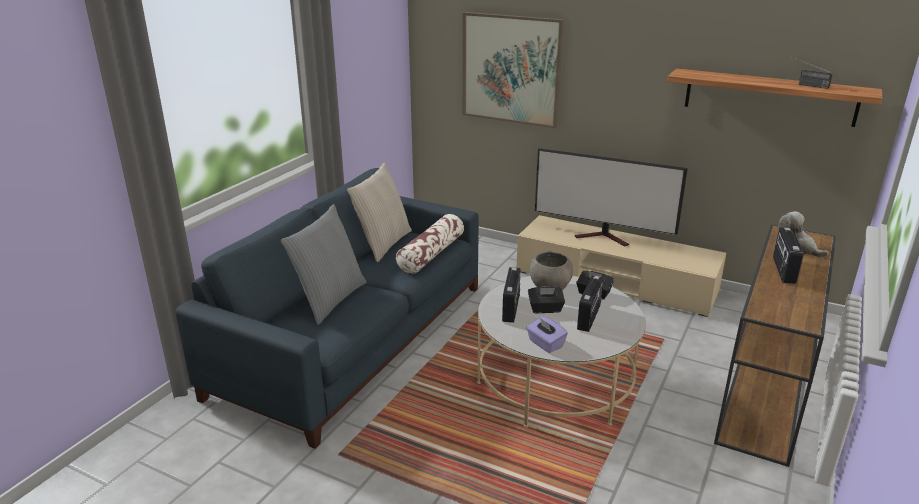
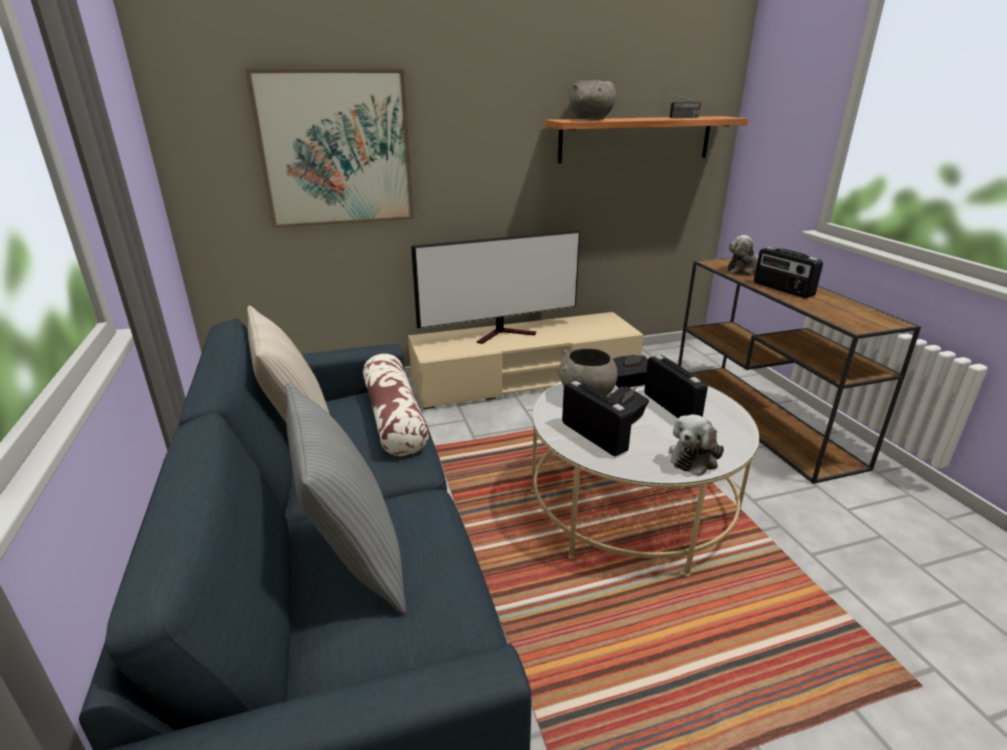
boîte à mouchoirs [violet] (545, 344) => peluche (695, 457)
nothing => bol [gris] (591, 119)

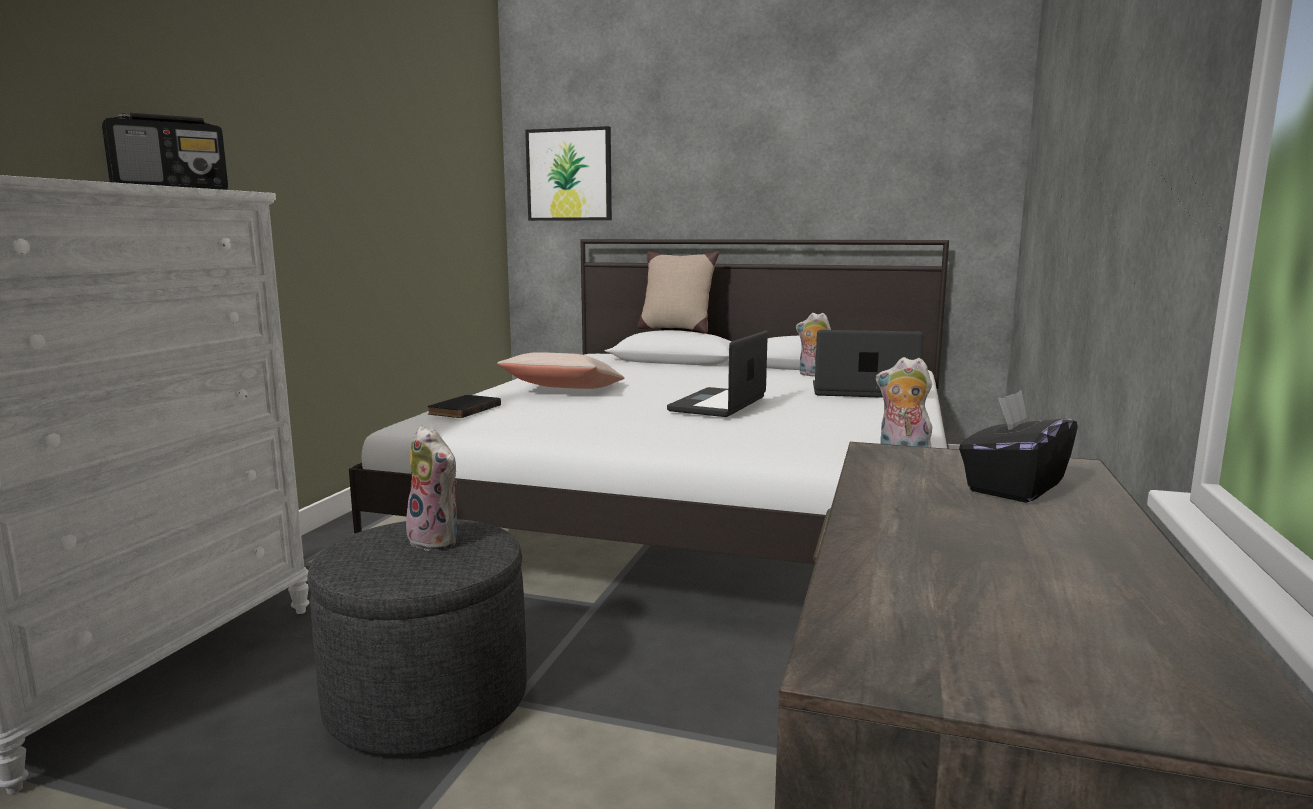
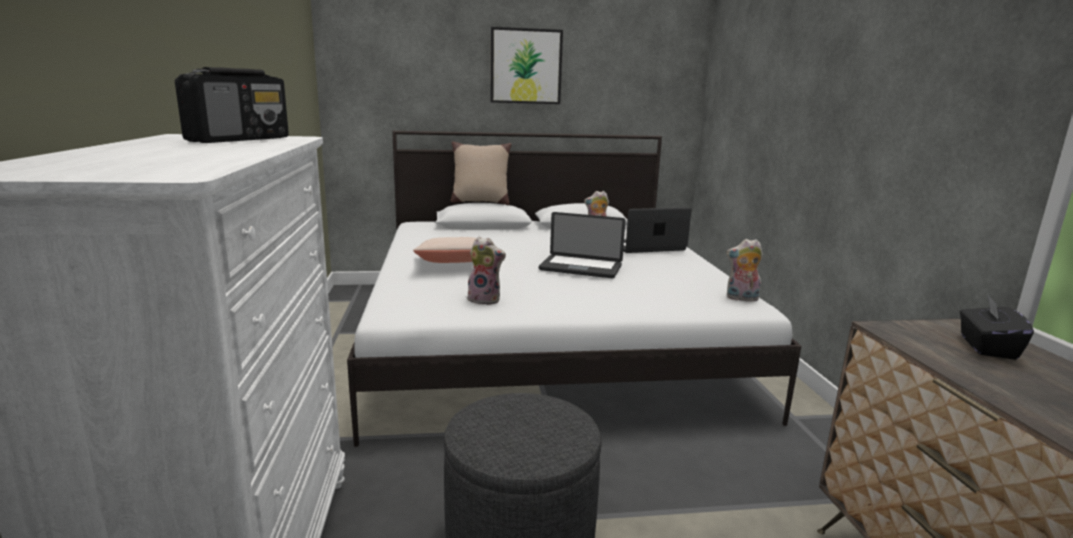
peluche (438, 540) => peluche (485, 299), relocated
livre [noir] (462, 409) => nothing
tableau (569, 175) => tableau (526, 66), relocated
ordinateur portable (718, 404) => ordinateur portable (580, 268), 75 degrees counterclockwise

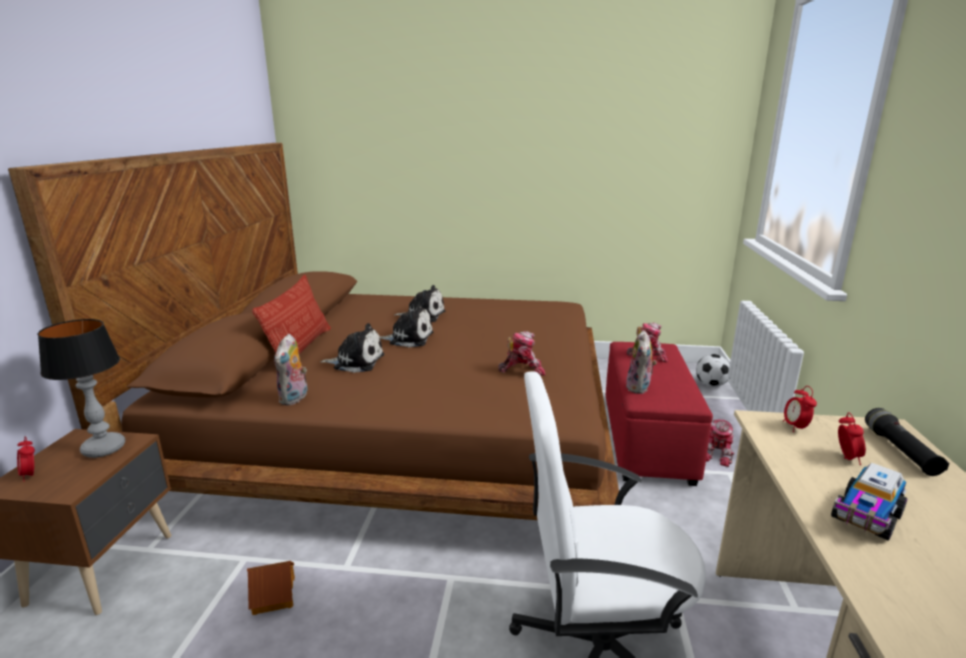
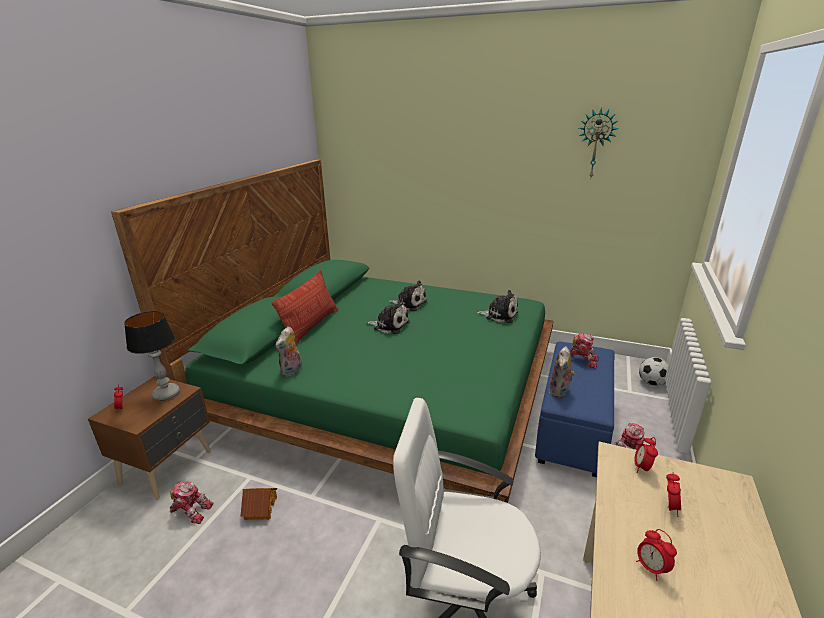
lit [marron] (406, 423) => lit [vert] (387, 386)
peluche (356, 362) => peluche (499, 315), relocated
robot jouet (522, 369) => robot jouet (191, 510), relocated
pouf [rouge] (646, 438) => pouf [bleu] (573, 426)
camion jouet (866, 517) => réveil (651, 568)
lampe de poche [noir] (900, 451) => nothing
nothing => horloge murale (595, 144)

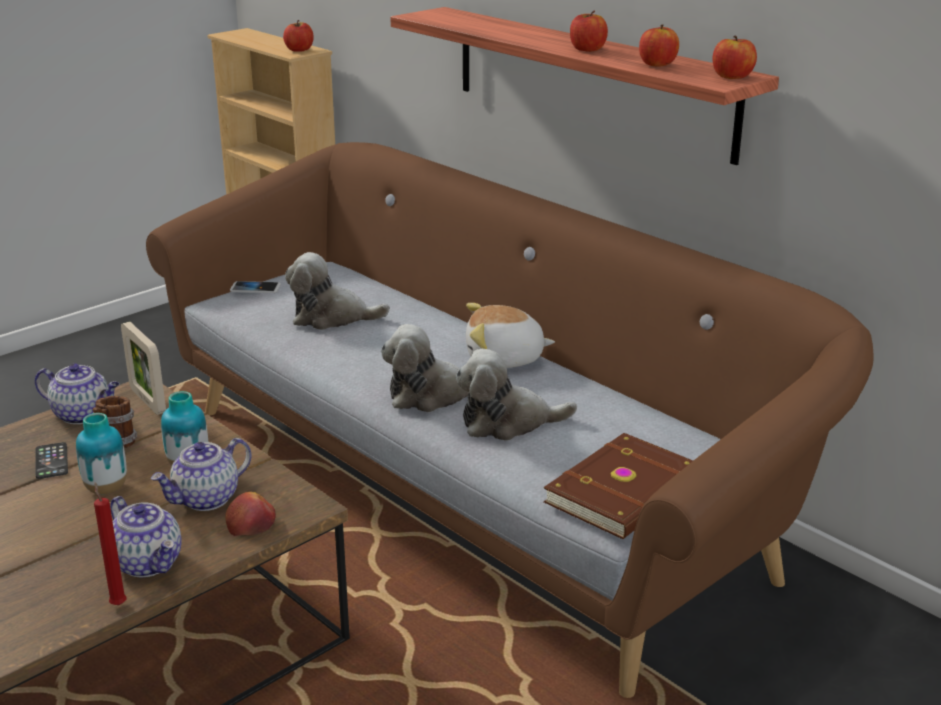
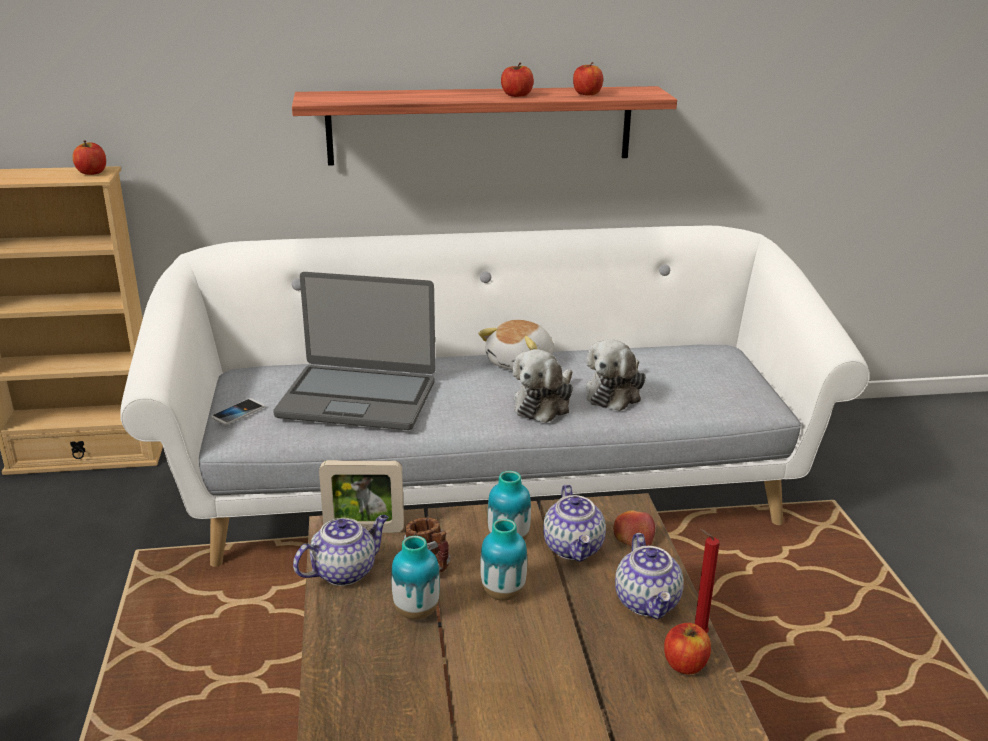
téléphone (51, 461) => vase (416, 611)
théière (149, 563) => théière (648, 602), 90 degrees clockwise
canapé [marron] (470, 485) => canapé [blanc] (492, 484)
peluche (331, 317) => ordinateur portable (358, 398)
livre [marron] (627, 492) => nothing
pomme (732, 77) => pomme (685, 664), relocated

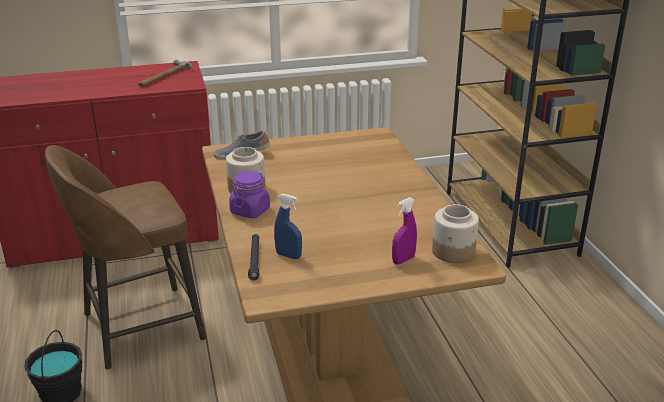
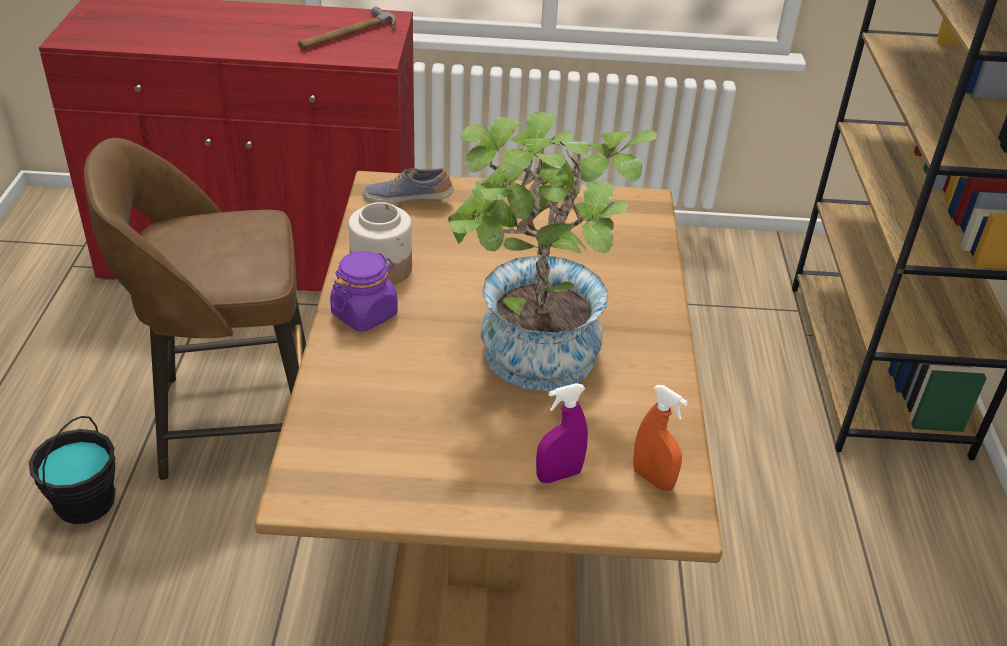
lampe de poche [noir] (254, 260) => nothing
vaporisateur [bleu] (288, 255) => nothing
bocal (453, 252) => vaporisateur [orange] (652, 479)
nothing => plante en pot (530, 363)

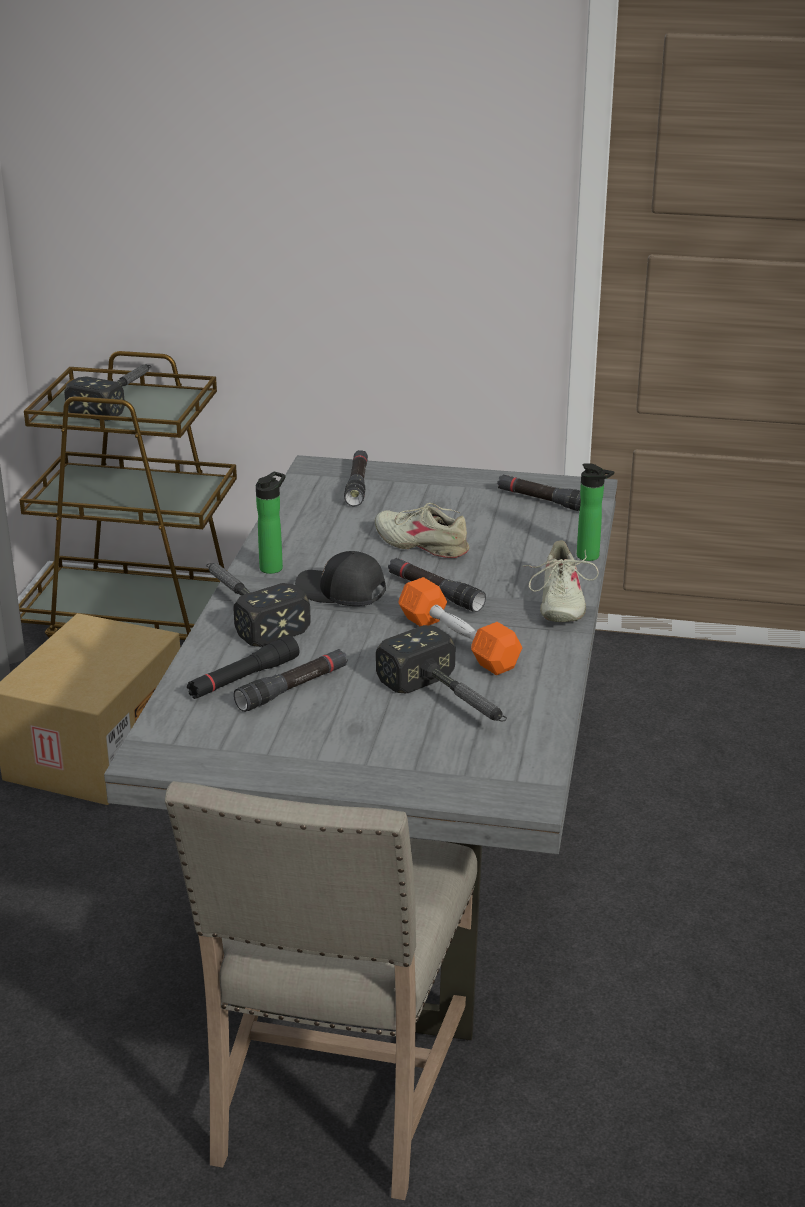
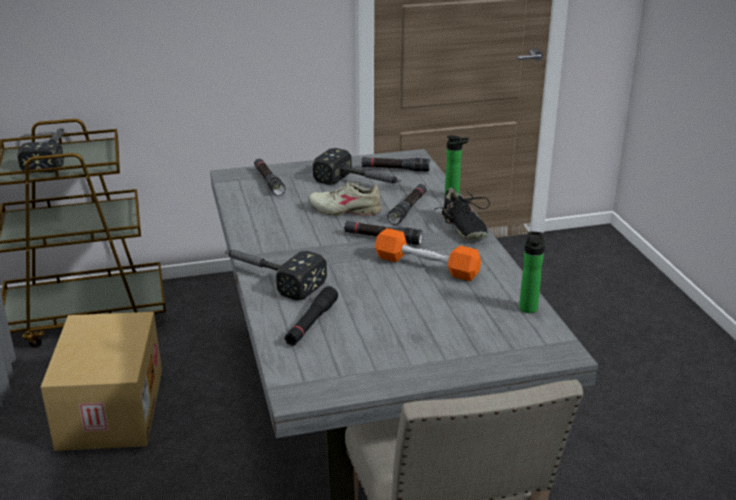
lampe de poche [noir] (293, 688) => lampe de poche [noir] (408, 209), relocated
bouteille (273, 567) => bouteille (528, 306), relocated
casquette [noir] (341, 592) => nothing
marteau (451, 703) => marteau (360, 183), relocated
chaussure [beige] (559, 603) => chaussure [noir] (463, 228)

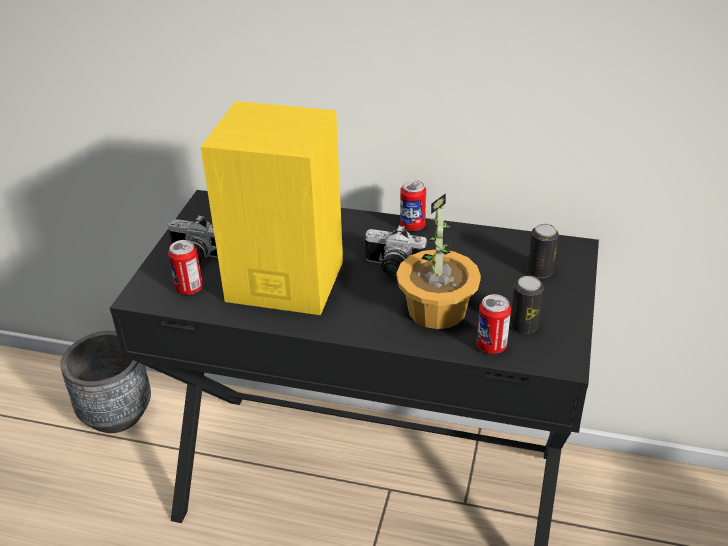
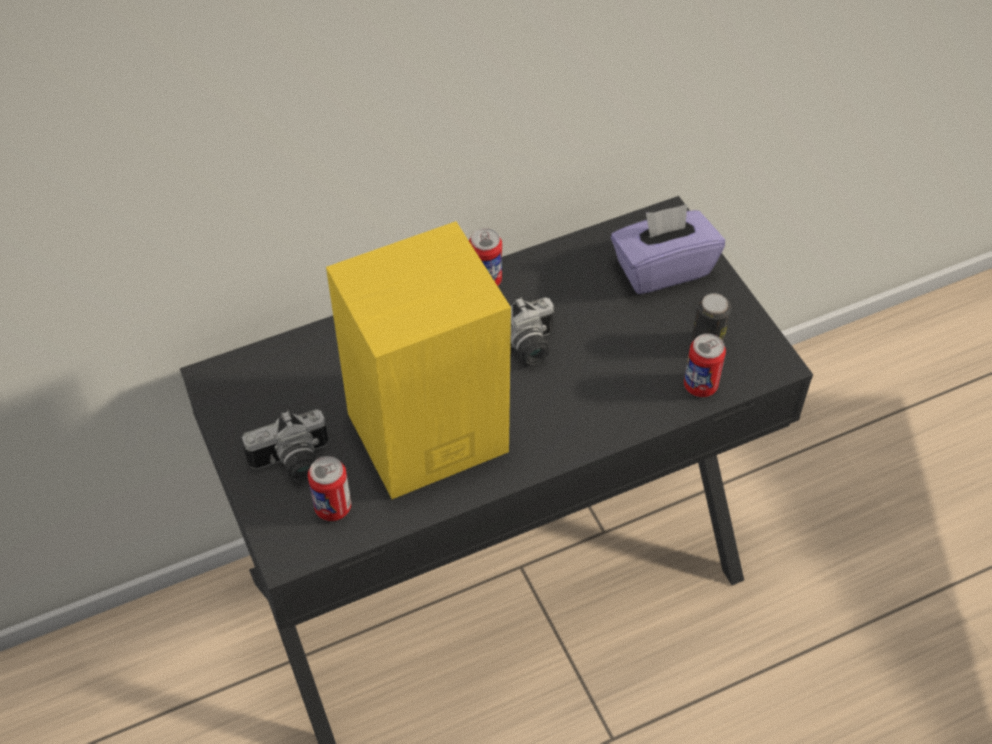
cache-pot [gris] (117, 413) => nothing
plante en pot (438, 309) => nothing
boîte métallique (540, 271) => boîte à mouchoirs [violet] (662, 268)

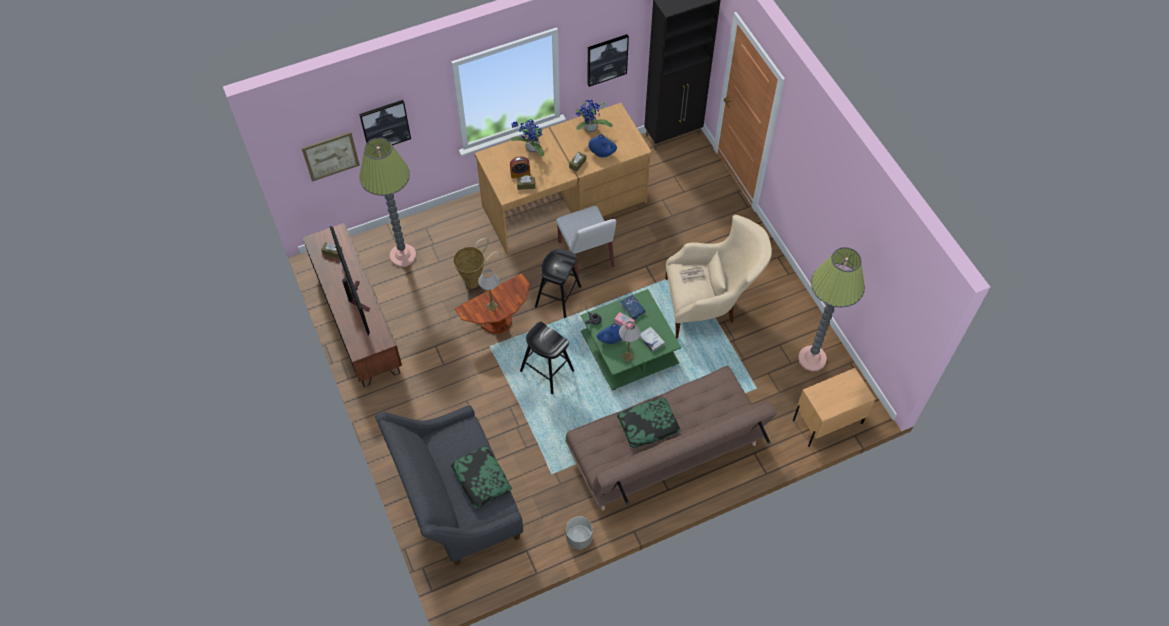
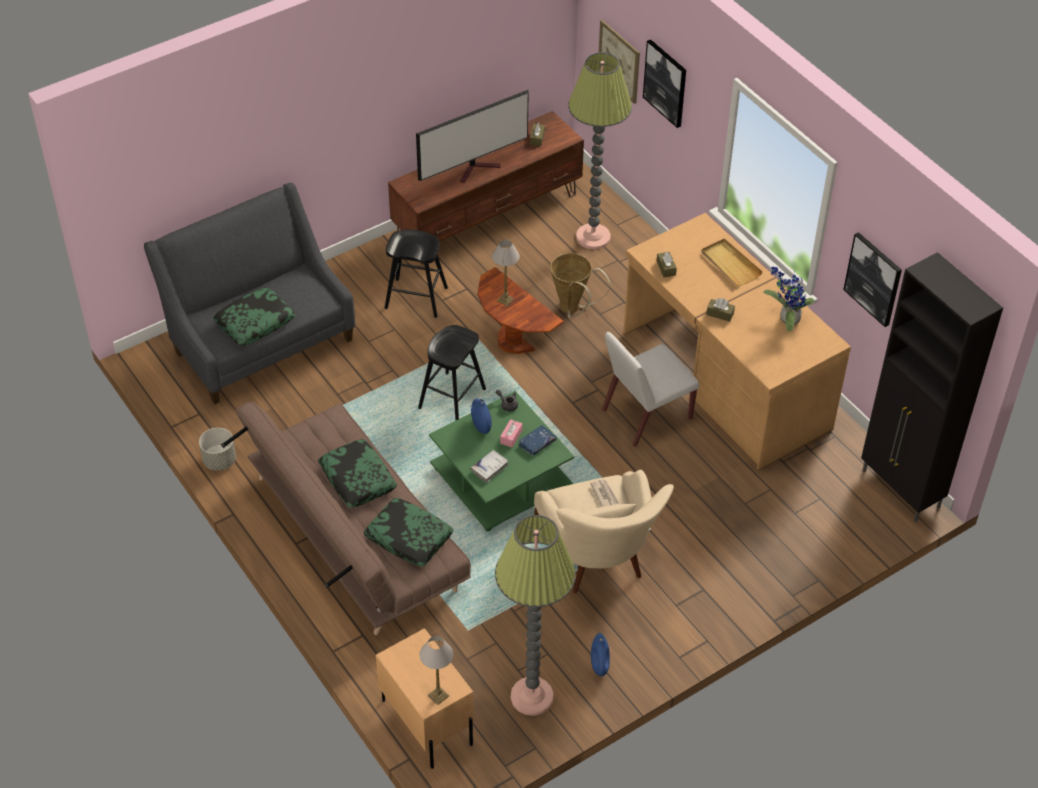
plante en pot (531, 148) => plateau [beige] (730, 264)
réveil (520, 173) => nothing
tabouret [noir] (558, 296) => tabouret [noir] (416, 298), relocated
vase [bleu] (602, 154) => vase [bleu] (599, 665), relocated
lampe de table (627, 356) => lampe de table (438, 695), relocated
nothing => coussin (408, 537)

